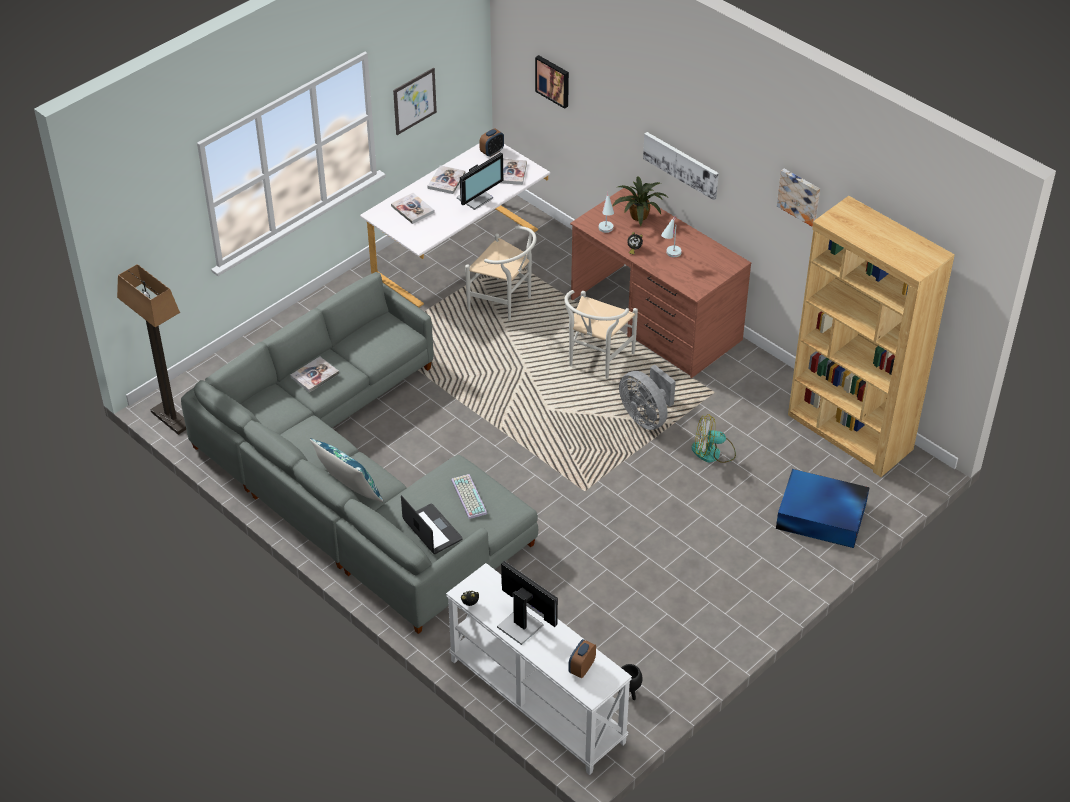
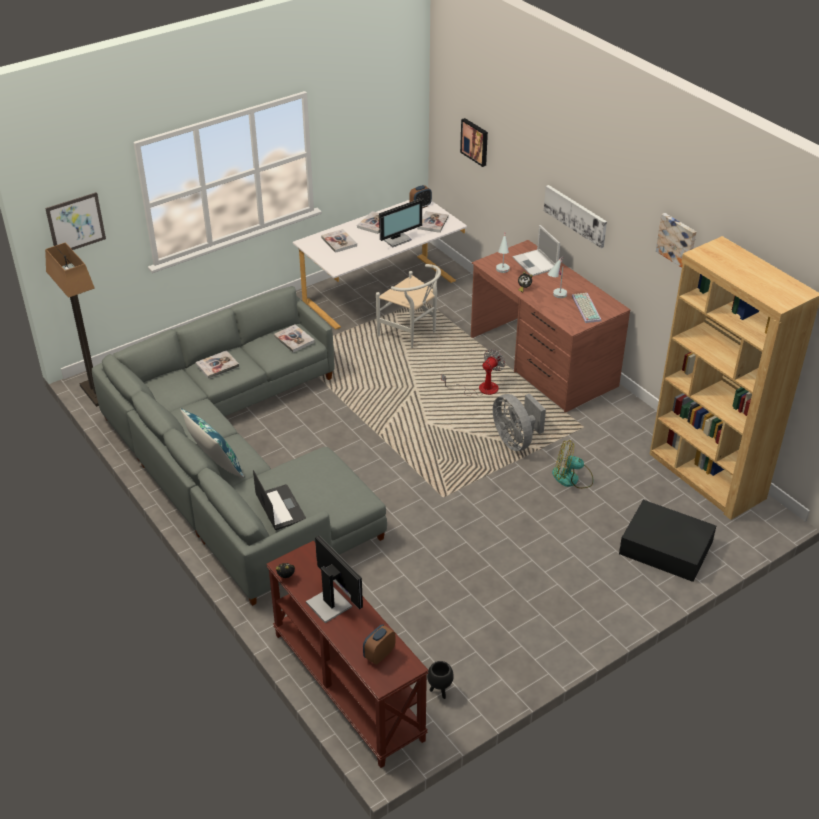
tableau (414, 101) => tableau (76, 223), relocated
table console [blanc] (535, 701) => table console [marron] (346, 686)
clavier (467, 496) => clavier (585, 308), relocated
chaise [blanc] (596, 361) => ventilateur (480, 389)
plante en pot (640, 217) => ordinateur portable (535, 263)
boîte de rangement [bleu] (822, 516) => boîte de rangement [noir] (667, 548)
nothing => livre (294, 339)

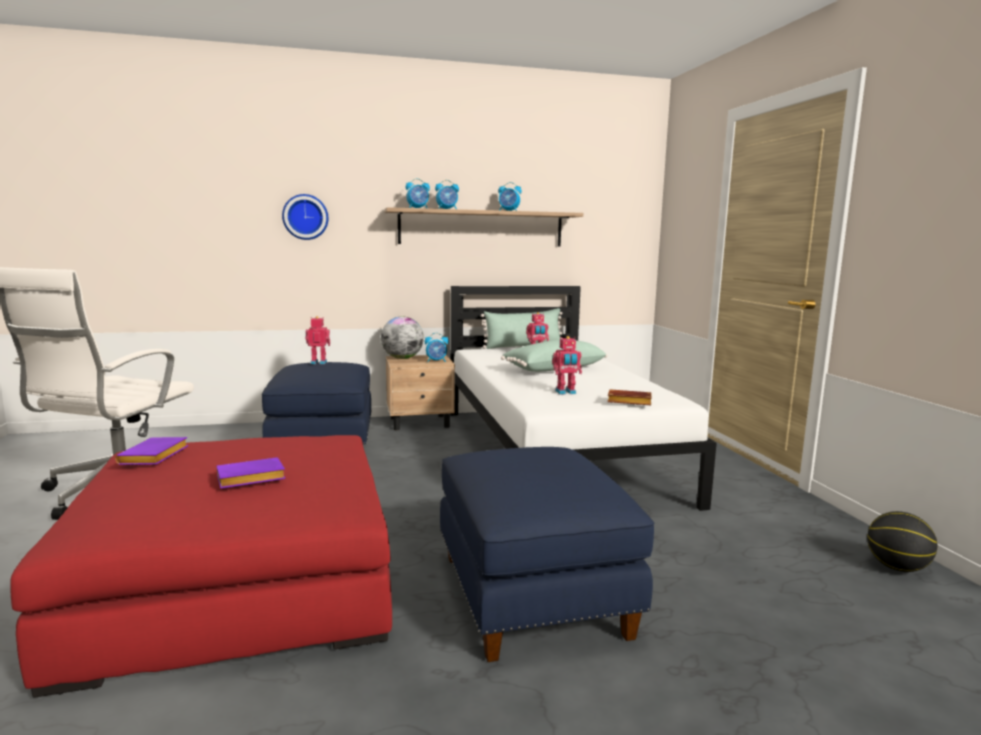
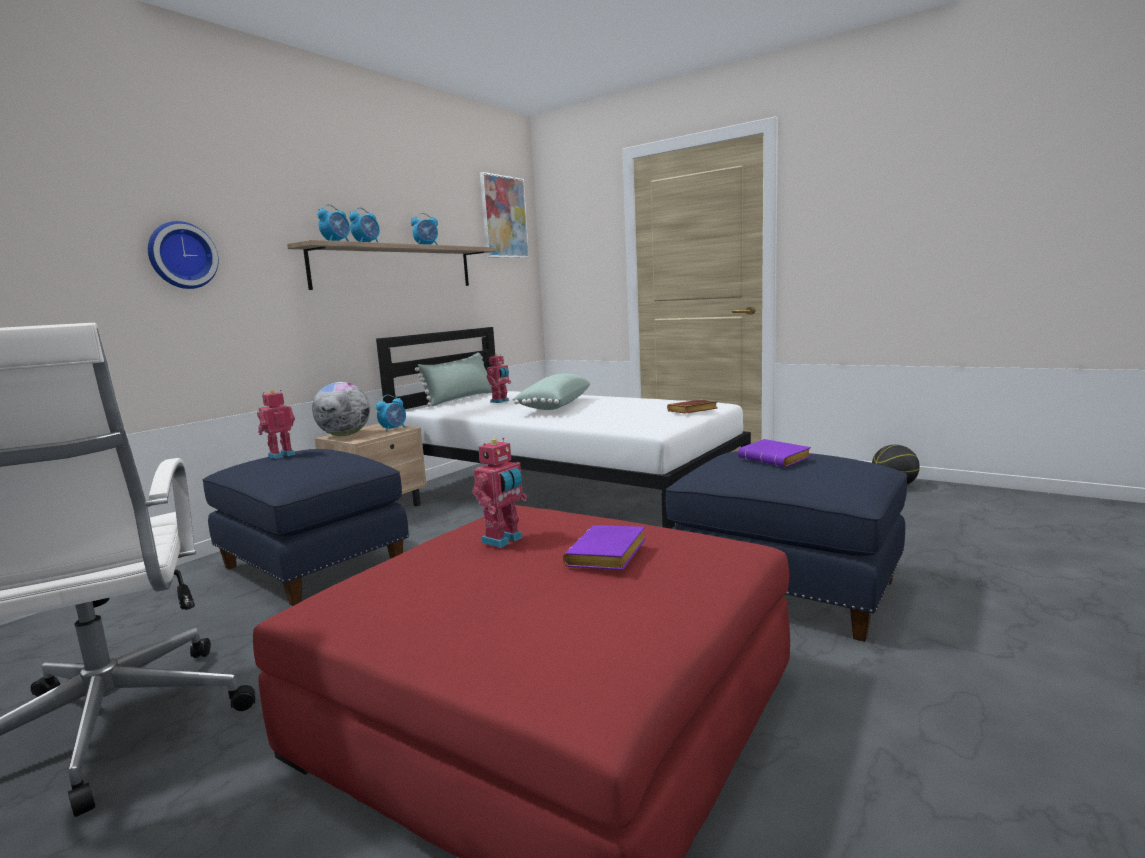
livre [violet] (154, 457) => livre [violet] (776, 459), relocated
robot jouet (566, 392) => robot jouet (504, 540), relocated
nothing => tableau (504, 217)

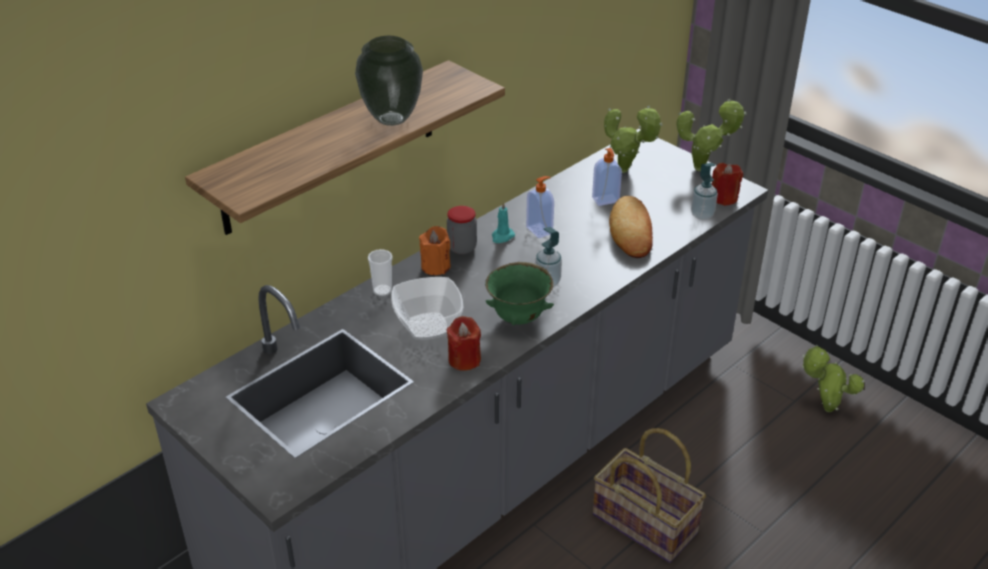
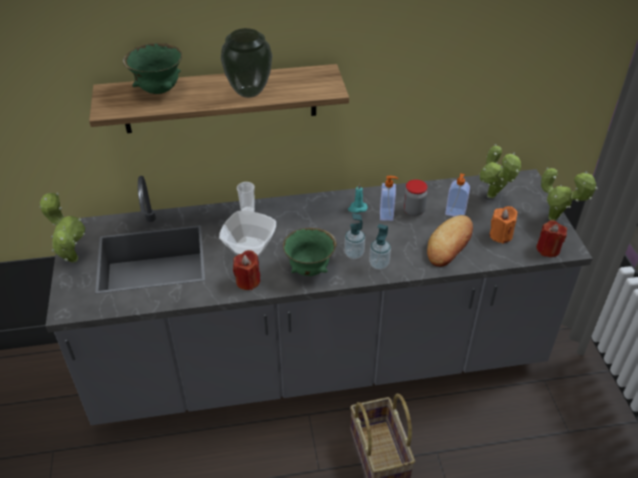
bougie [orange] (435, 266) => bougie [orange] (500, 235), relocated
bocal (462, 247) => bocal (413, 210), relocated
distributeur de savon (702, 215) => distributeur de savon (379, 264), relocated
plante en pot (824, 408) => plante en pot (72, 257), relocated
nothing => bol [vert] (158, 90)

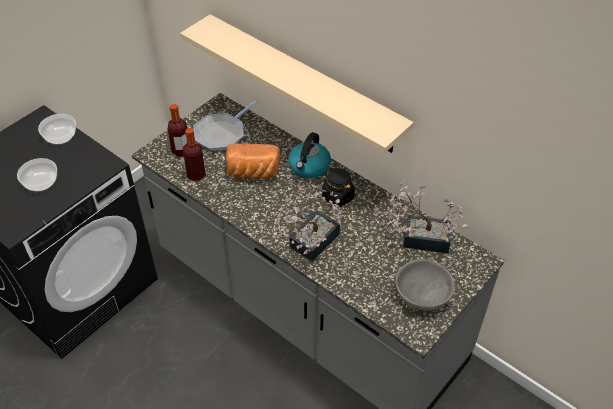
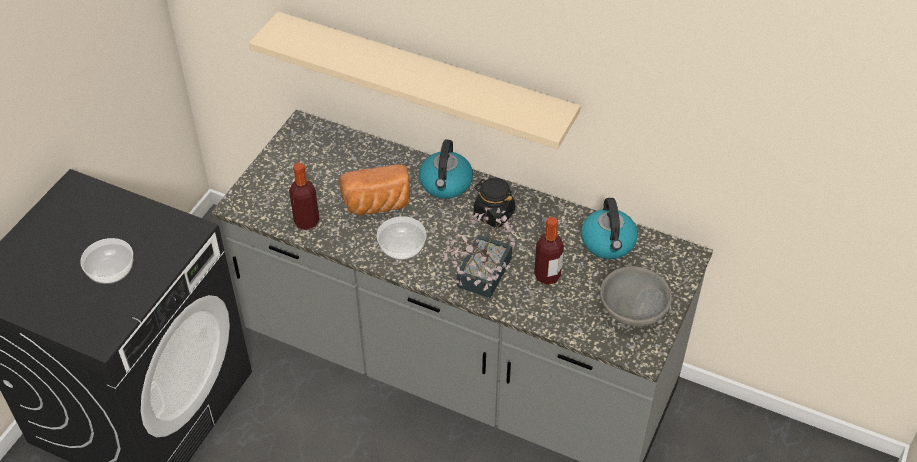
bol (60, 136) => bol (401, 247), relocated
bouteille (181, 151) => bouteille (547, 276), relocated
poêle (221, 134) => nothing
plante en pot (420, 237) => bouilloire (608, 243)

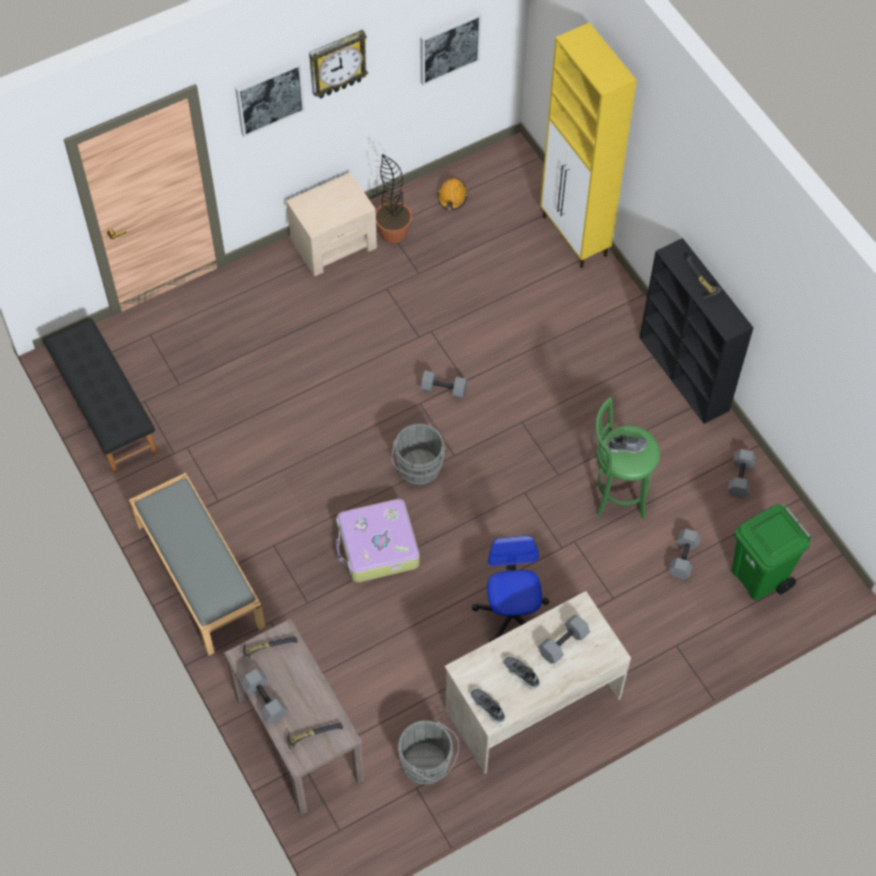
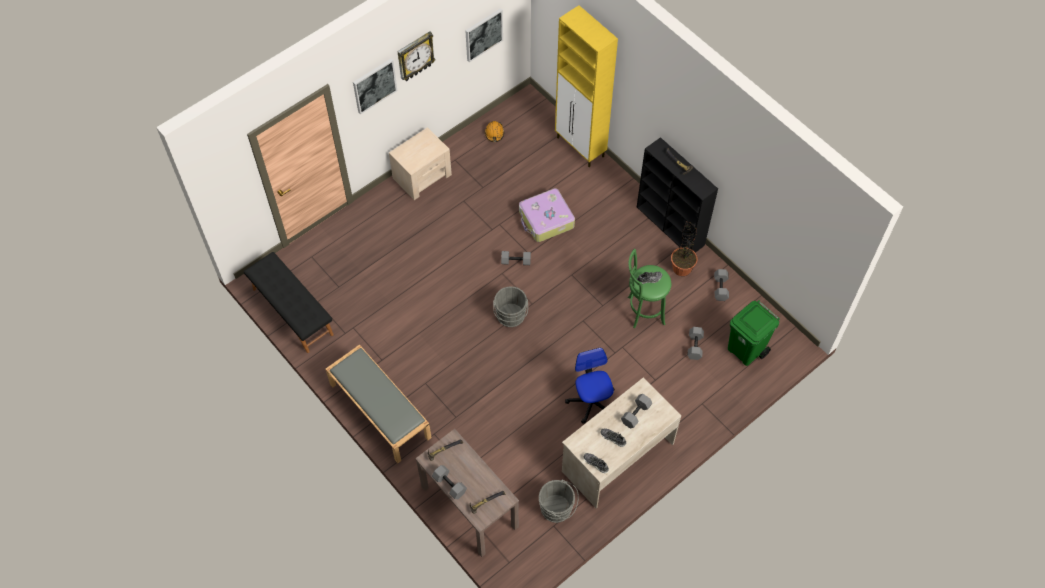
valise (377, 547) => valise (546, 220), relocated
plante en pot (393, 232) => plante en pot (682, 268), relocated

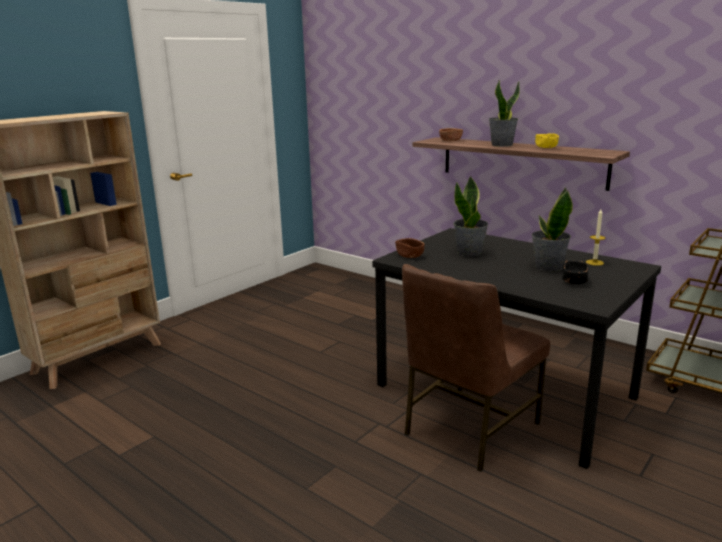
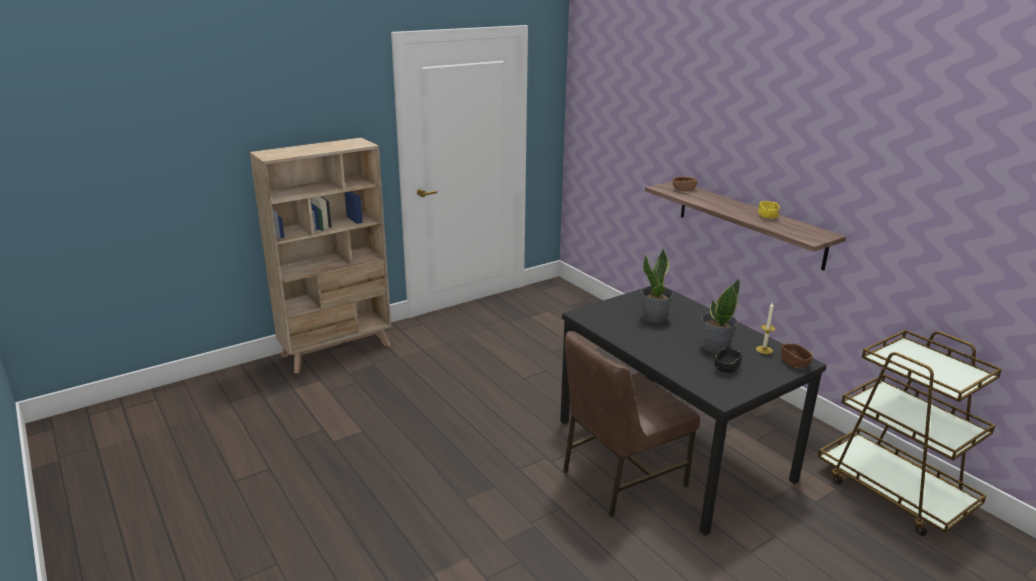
bol [marron] (409, 255) => bol [marron] (794, 363), relocated
plante en pot (501, 145) => nothing

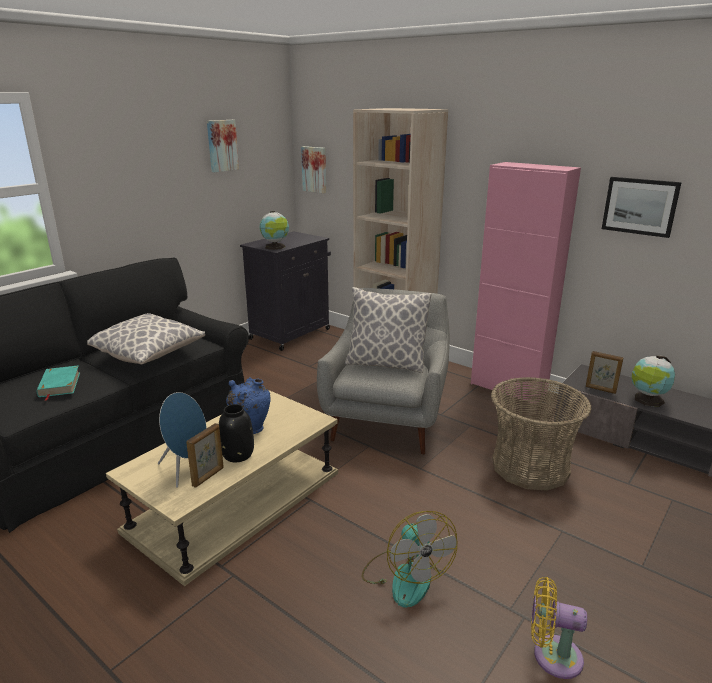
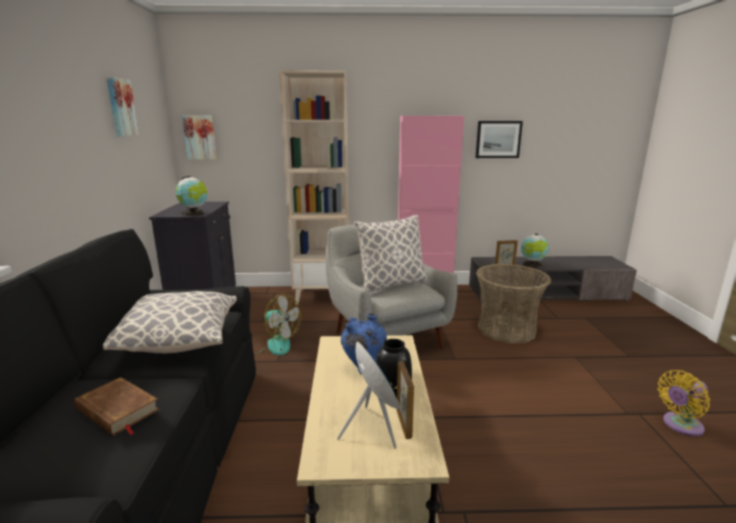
livre [turquoise] (59, 385) => livre [marron] (117, 410)
ventilateur (405, 576) => ventilateur (273, 344), relocated

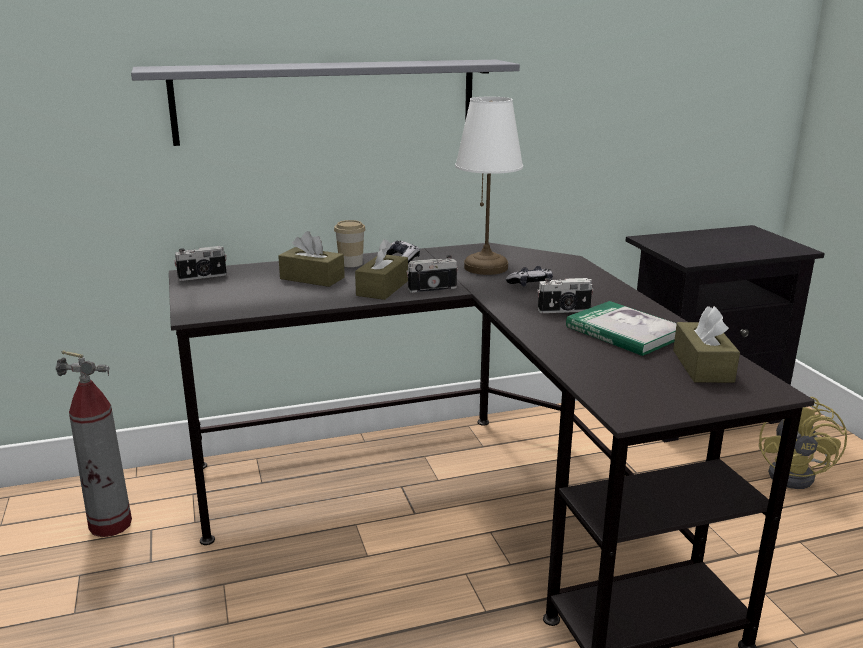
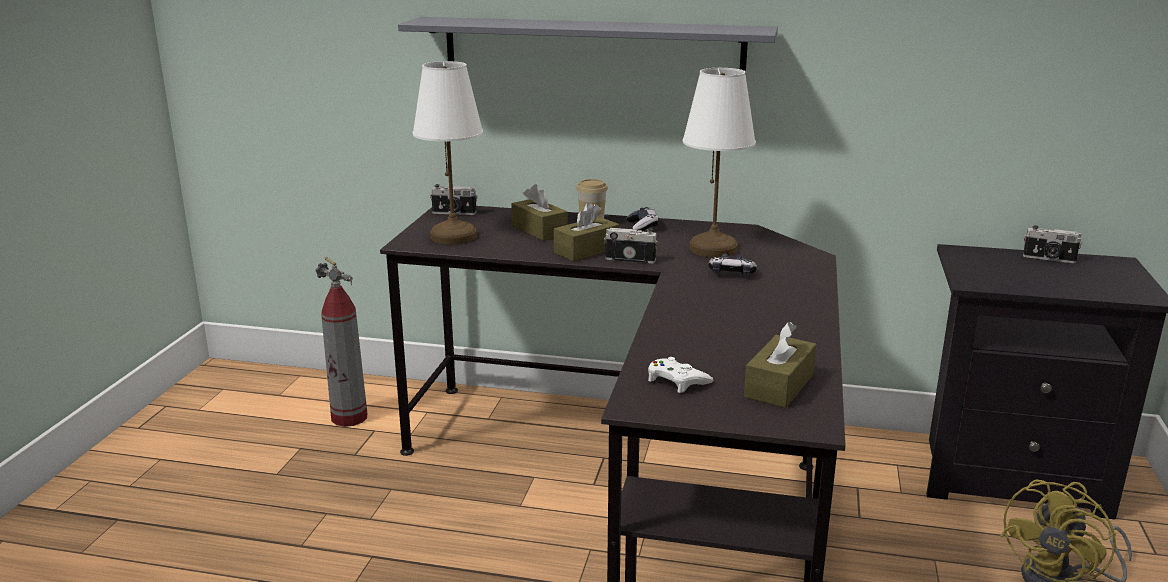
appareil photo (564, 311) => appareil photo (1049, 259), relocated
livre (624, 332) => nothing
nothing => lampe de table [blanc] (453, 236)
nothing => manette [blanc] (676, 381)

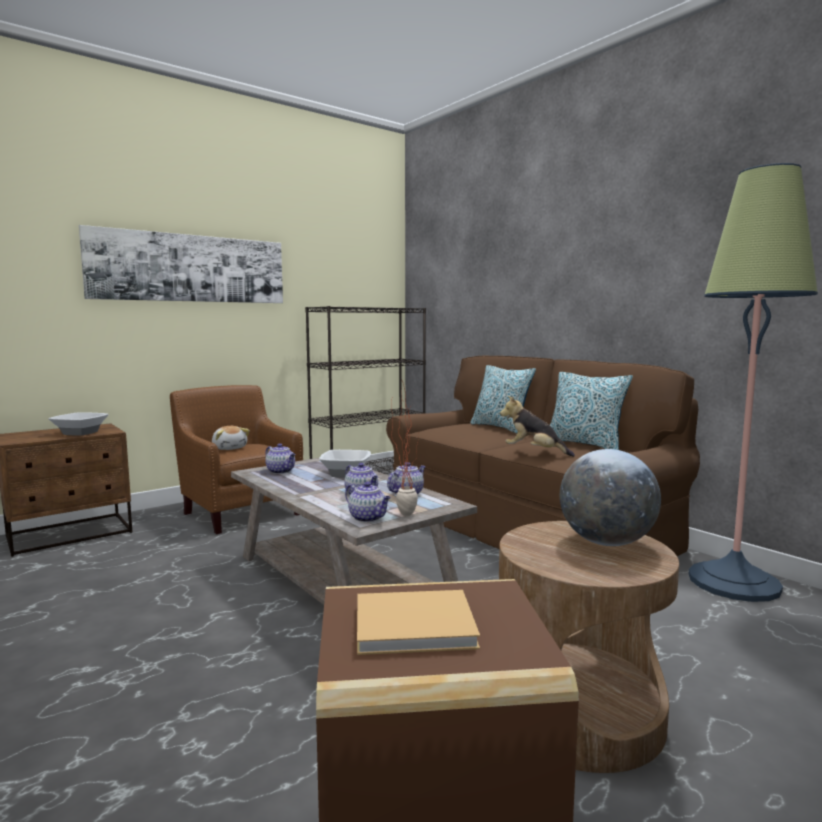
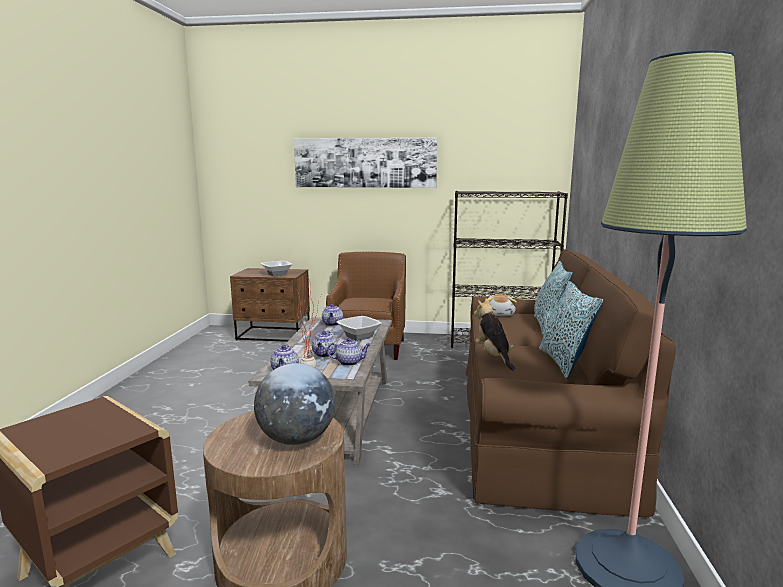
peluche (230, 448) => peluche (500, 314), relocated
livre [beige] (418, 625) => nothing

